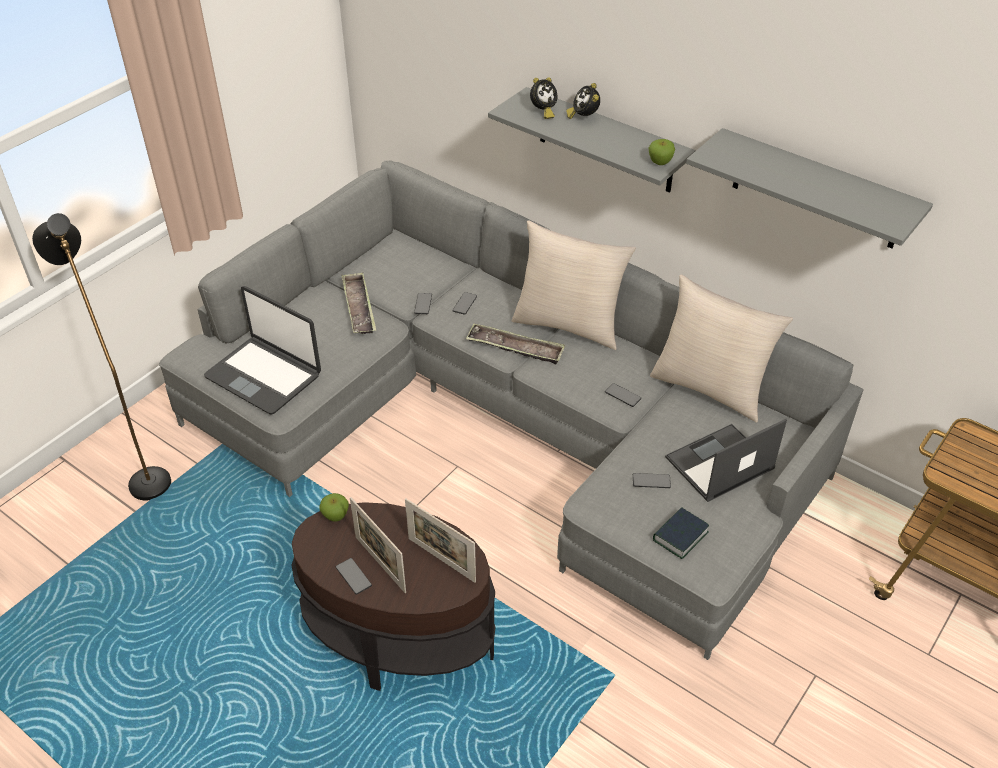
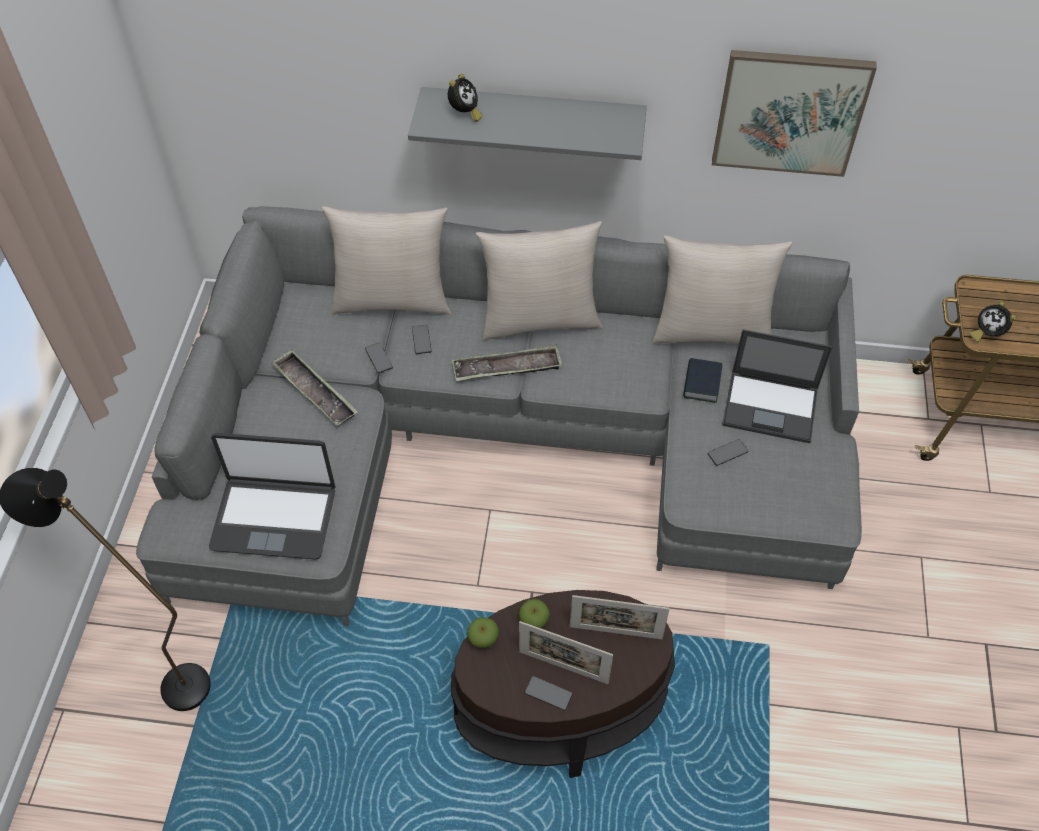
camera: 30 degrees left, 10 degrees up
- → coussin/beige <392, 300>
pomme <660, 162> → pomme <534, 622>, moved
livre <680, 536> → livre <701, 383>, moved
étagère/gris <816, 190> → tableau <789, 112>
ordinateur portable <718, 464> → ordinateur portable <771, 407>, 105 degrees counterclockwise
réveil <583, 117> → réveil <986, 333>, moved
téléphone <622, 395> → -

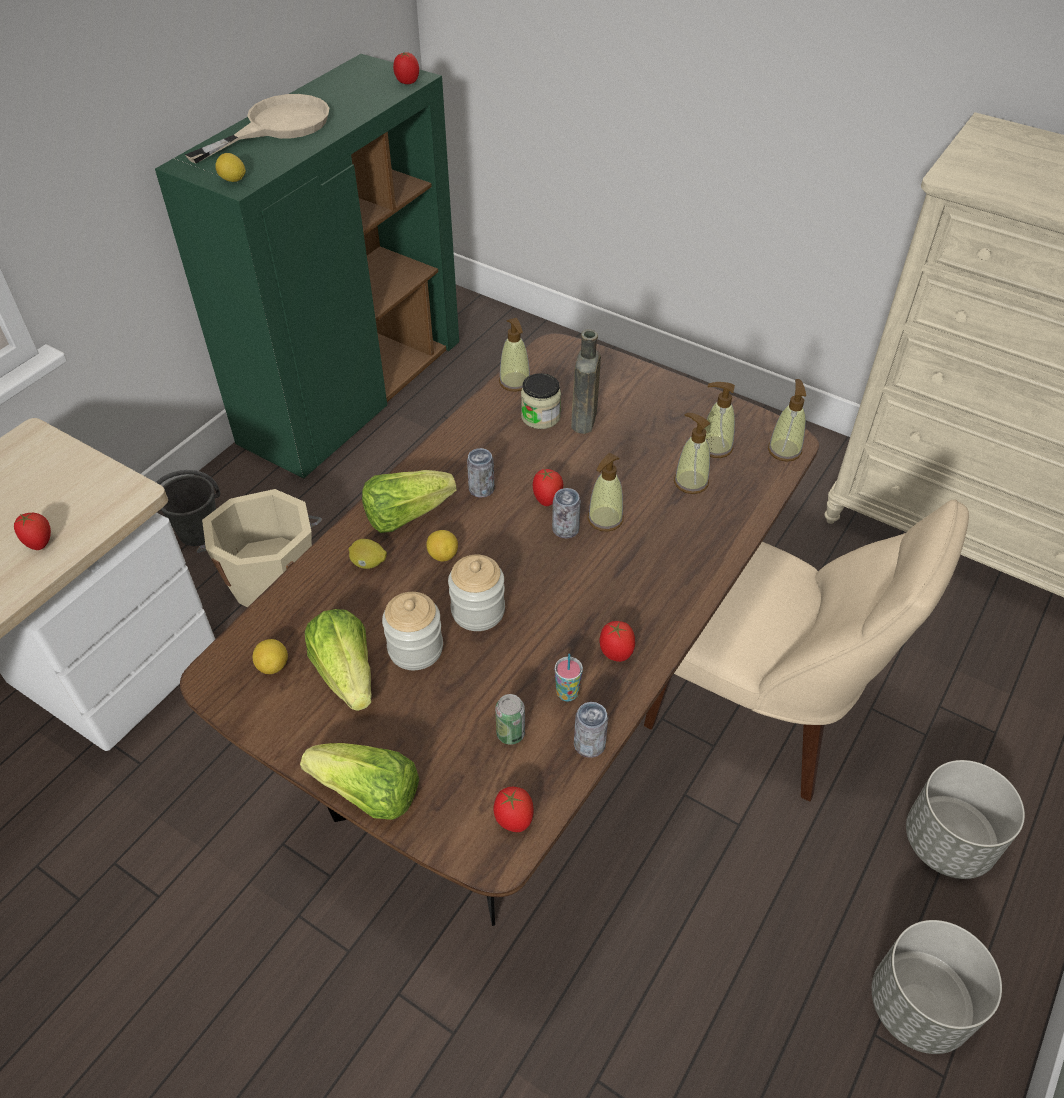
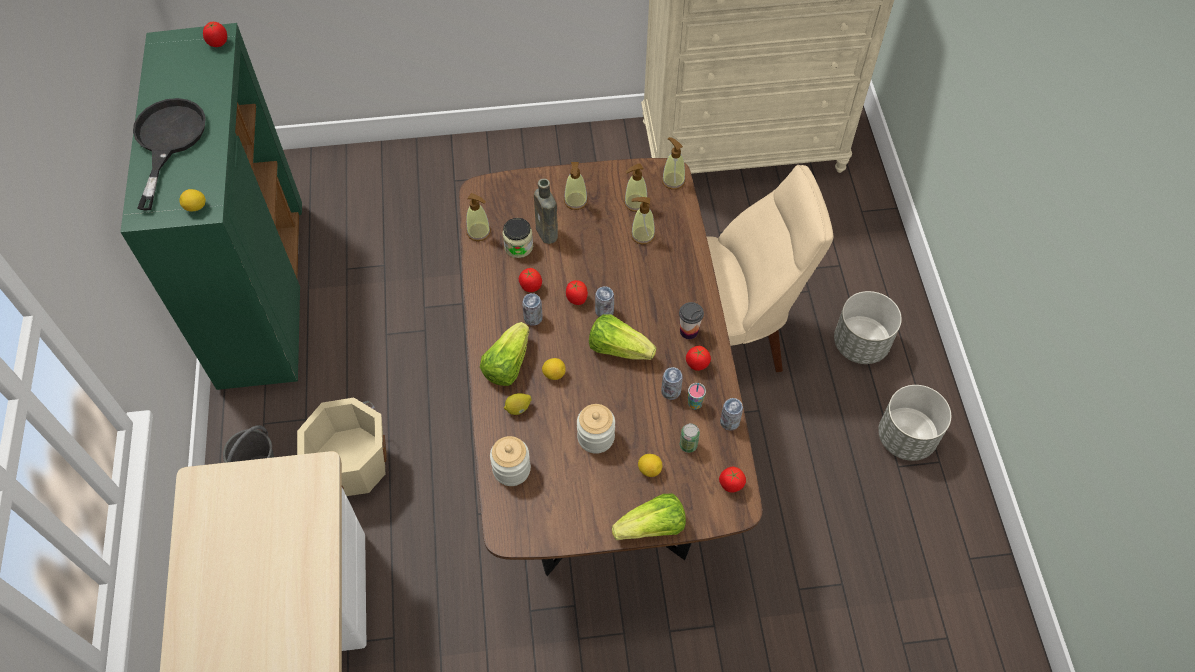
camera: 40 degrees left, 10 degrees up
poêle/beige <276, 126> → poêle/noir <168, 141>
bocal <478, 611> → bocal <511, 469>, moved
tomate <40, 543> → tomate <530, 287>, moved
distributeur de savon <605, 519> → distributeur de savon <575, 201>, moved
laitue <346, 673> → laitue <618, 348>, moved
citron <273, 666> → citron <649, 469>, moved
- → boîte métallique <671, 391>
- → tasse <689, 331>

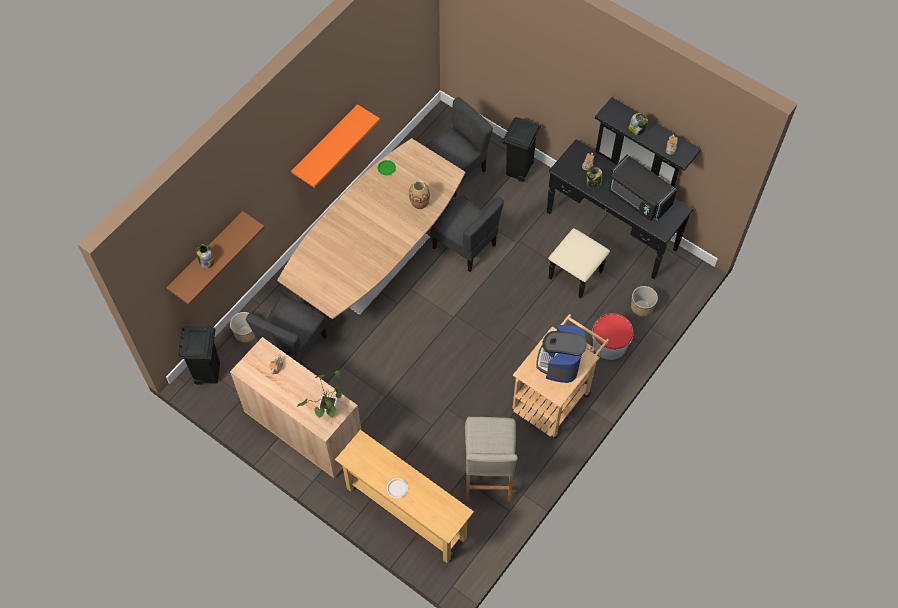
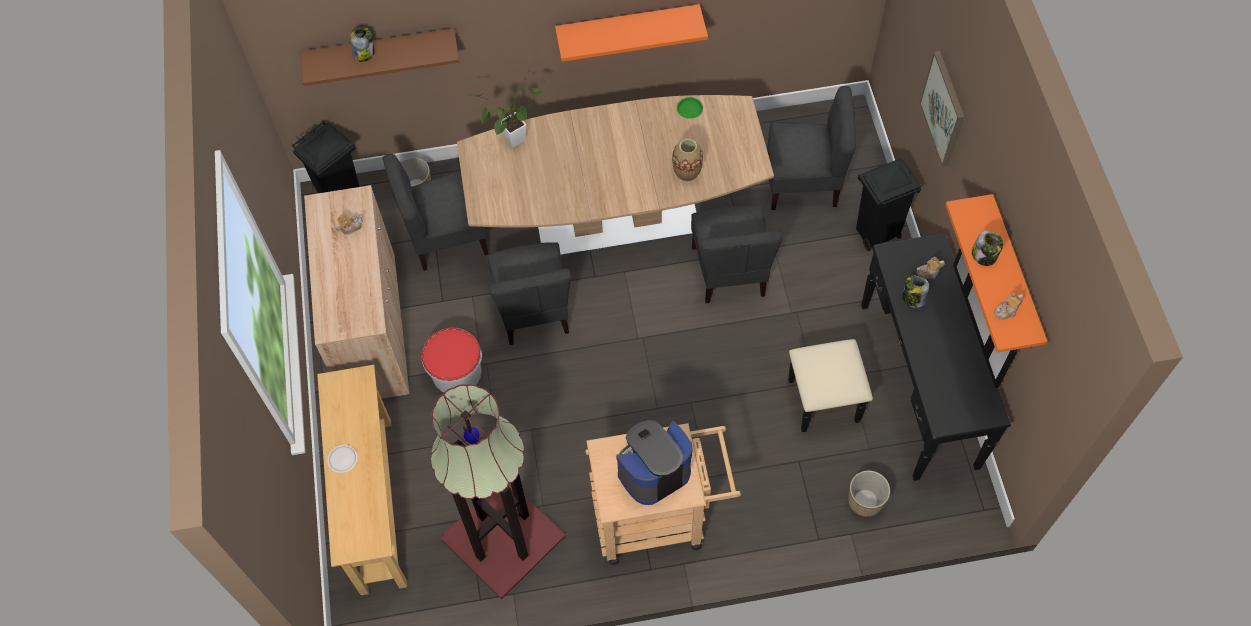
camera: 45 degrees right, 0 degrees up
seau <610, 344> → seau <456, 372>, moved
tabouret/beige <488, 473> → lampadaire <501, 537>
plante en pot <328, 415> → plante en pot <511, 142>, moved
- → chaise/gris <533, 310>
- → tableau <944, 109>
étagère/noir <654, 130> → étagère/orange <1014, 276>
micro-ondes/noir <638, 198> → -

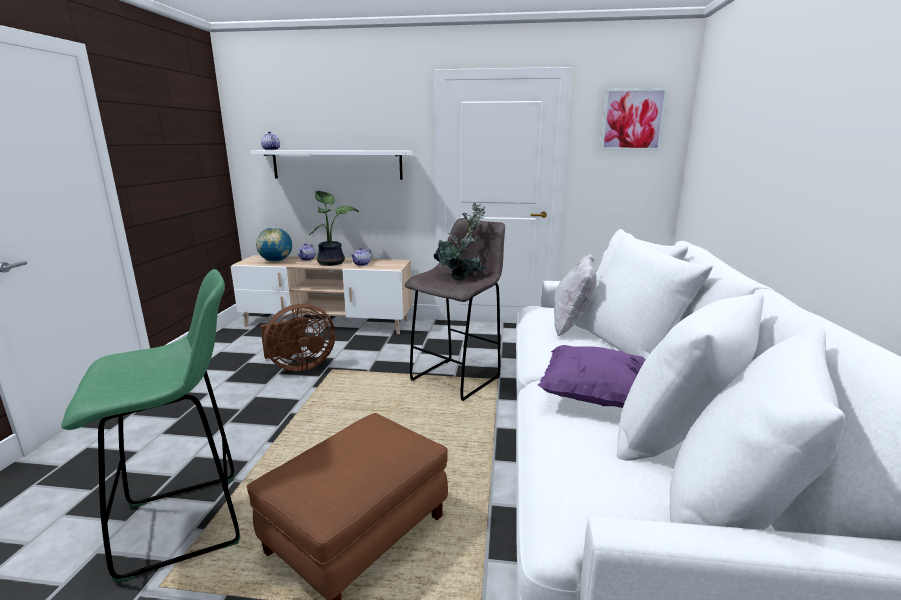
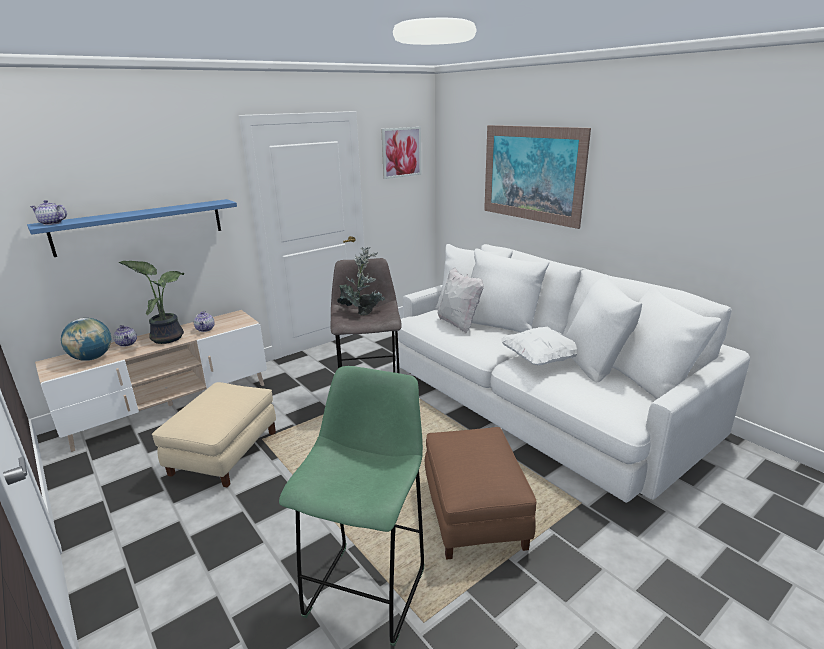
camera: 45 degrees left, 5 degrees up
étagère/blanc <337, 164> → étagère/bleu <140, 226>
ventilateur/marron <299, 366> → pouf/beige <224, 452>
- → tableau <532, 174>
coussin/violet <593, 396> → coussin/blanc <540, 359>

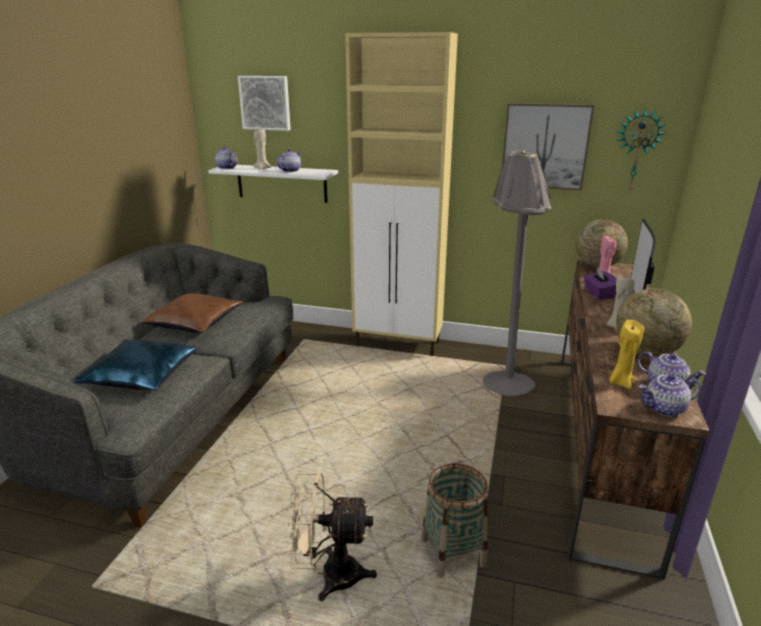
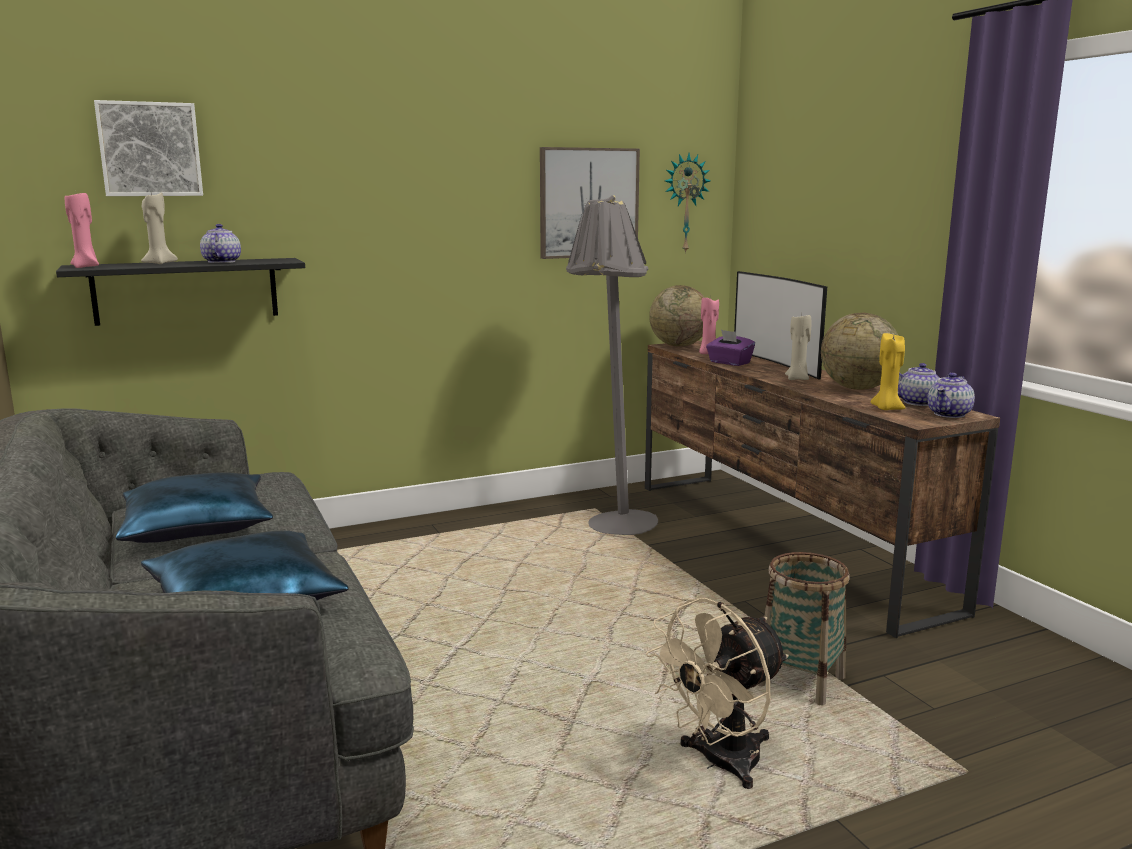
camera: 40 degrees left, 10 degrees down
étagère/blanc <281, 183> → étagère/noir <186, 291>
théière <227, 168> → bougie/rose <86, 267>
coussin/marron <195, 322> → coussin/bleu <197, 525>
meuble de rangement/beige <399, 344> → -

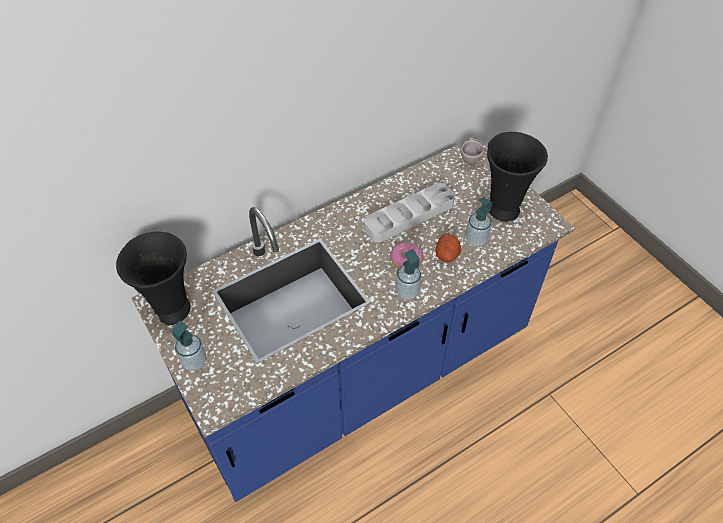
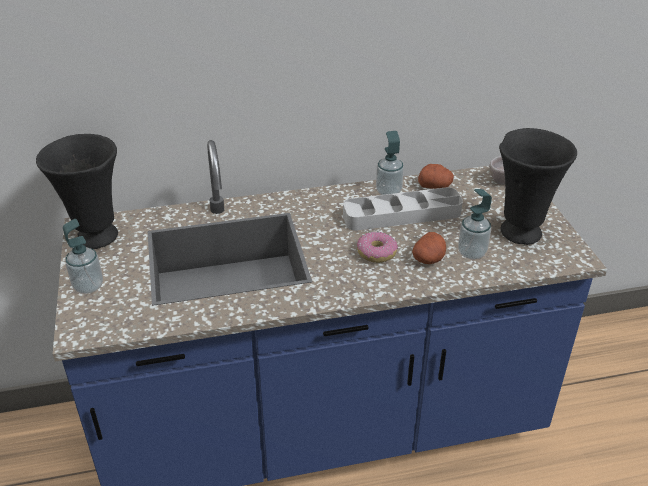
camera: 20 degrees right, 15 degrees down
distributeur de savon <407, 292> → distributeur de savon <388, 192>, moved
- → pomme de terre <435, 186>

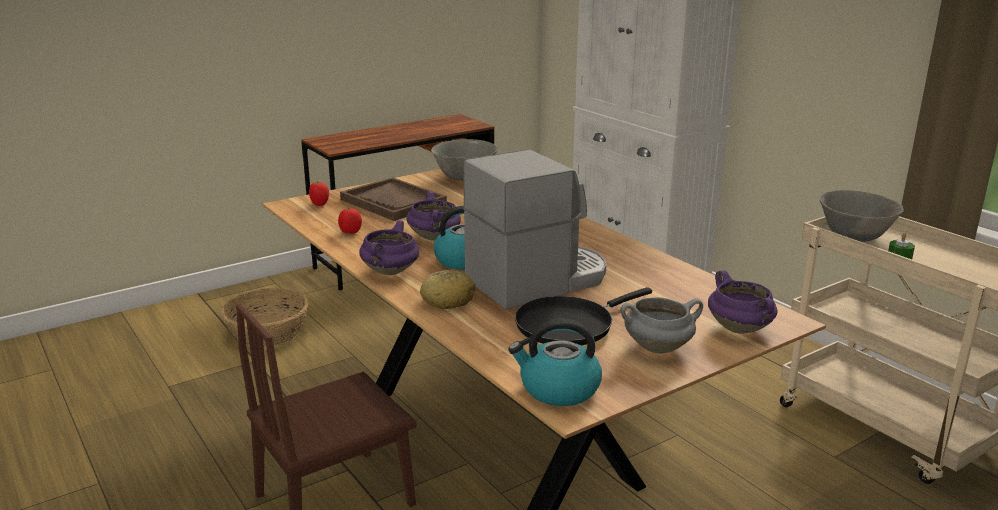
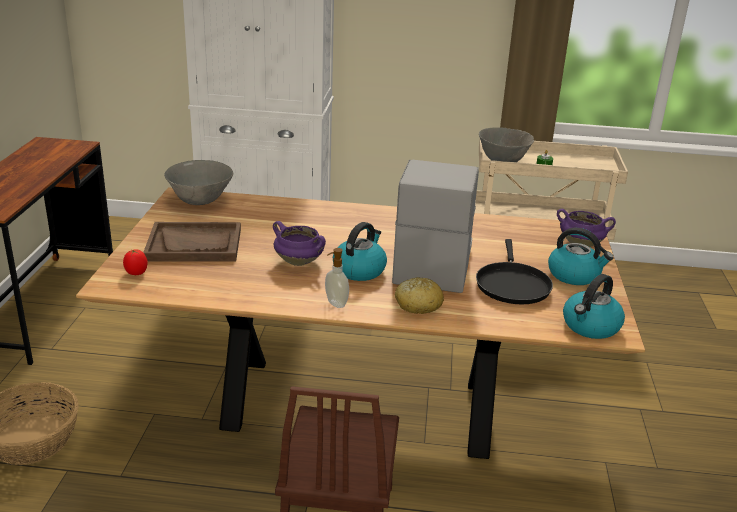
camera: 50 degrees left, 5 degrees up
marmite/violet <390, 272> → distributeur de savon <335, 303>
marmite/gris <658, 347> → bouilloire <574, 275>
tomate <350, 232> → -

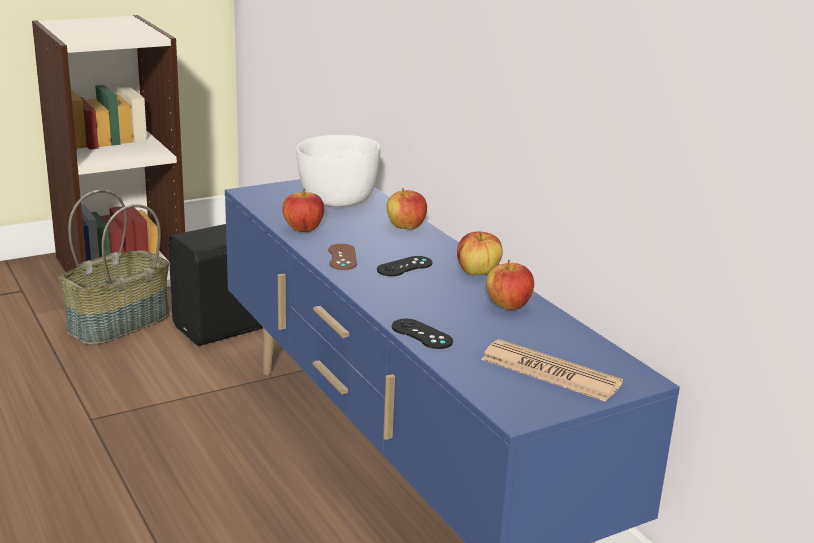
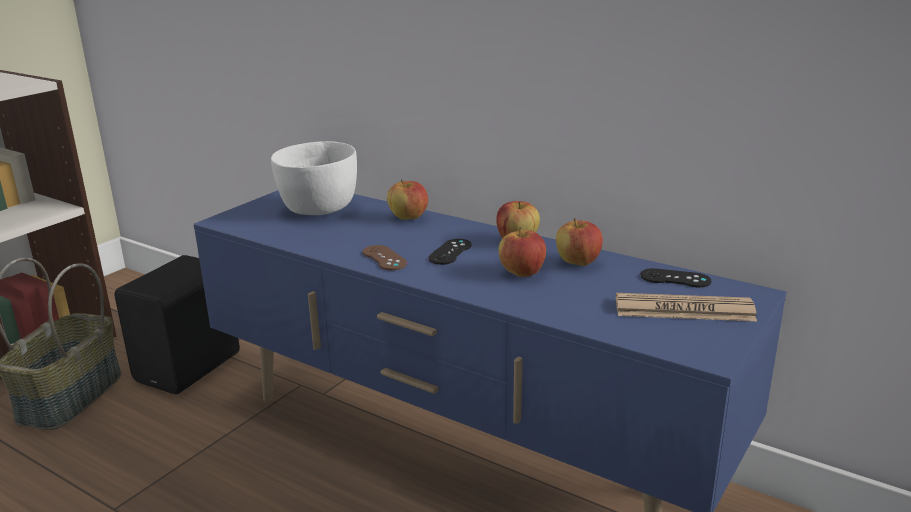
camera: 25 degrees left, 0 degrees up
pomme <303, 229> → pomme <522, 273>, moved
manette/noir <421, 334> → manette/noir <675, 278>, moved

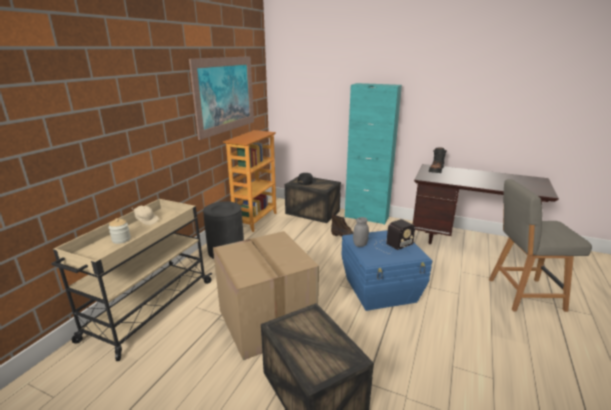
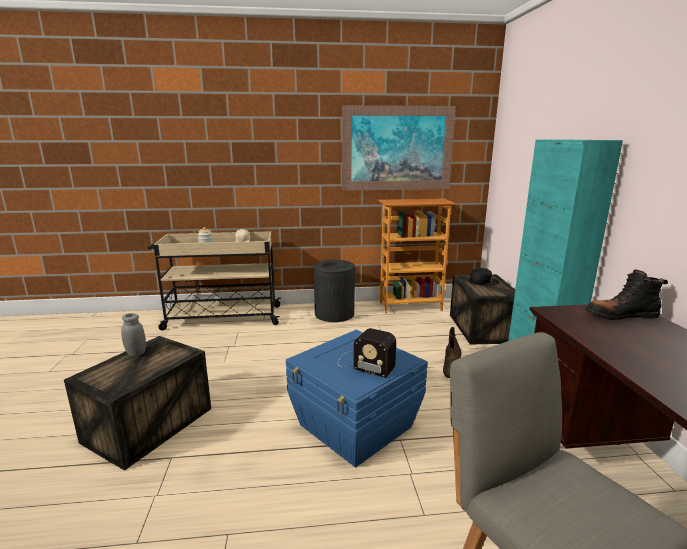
camera: 60 degrees right, 5 degrees down
bocal/gris <360, 244> → bocal/gris <136, 353>, moved
carton <265, 320> → -

